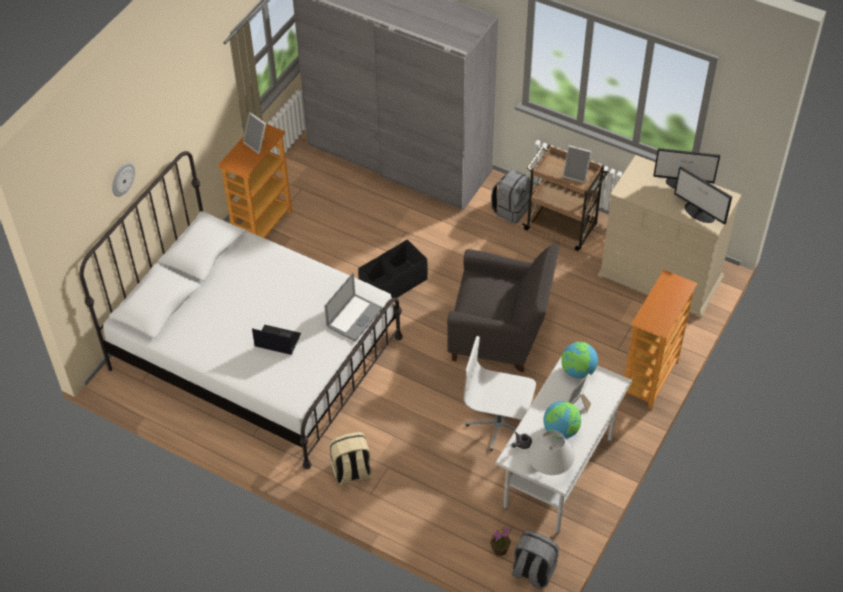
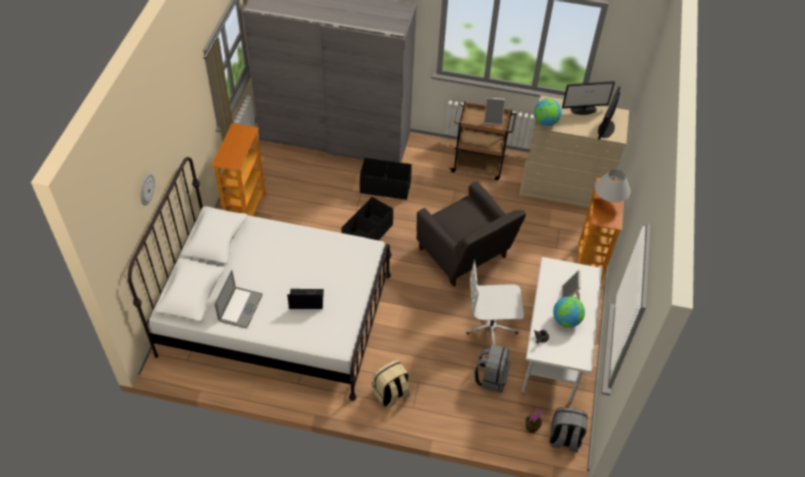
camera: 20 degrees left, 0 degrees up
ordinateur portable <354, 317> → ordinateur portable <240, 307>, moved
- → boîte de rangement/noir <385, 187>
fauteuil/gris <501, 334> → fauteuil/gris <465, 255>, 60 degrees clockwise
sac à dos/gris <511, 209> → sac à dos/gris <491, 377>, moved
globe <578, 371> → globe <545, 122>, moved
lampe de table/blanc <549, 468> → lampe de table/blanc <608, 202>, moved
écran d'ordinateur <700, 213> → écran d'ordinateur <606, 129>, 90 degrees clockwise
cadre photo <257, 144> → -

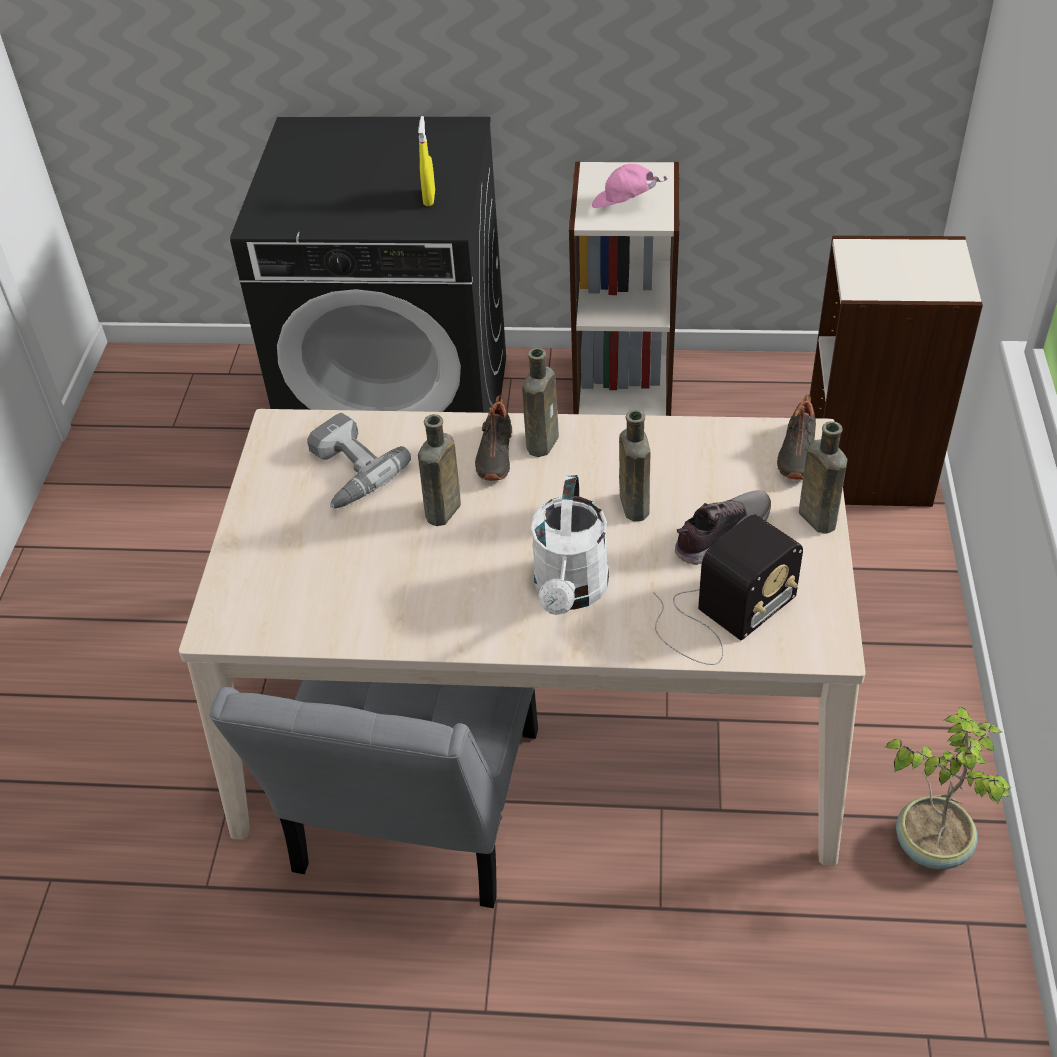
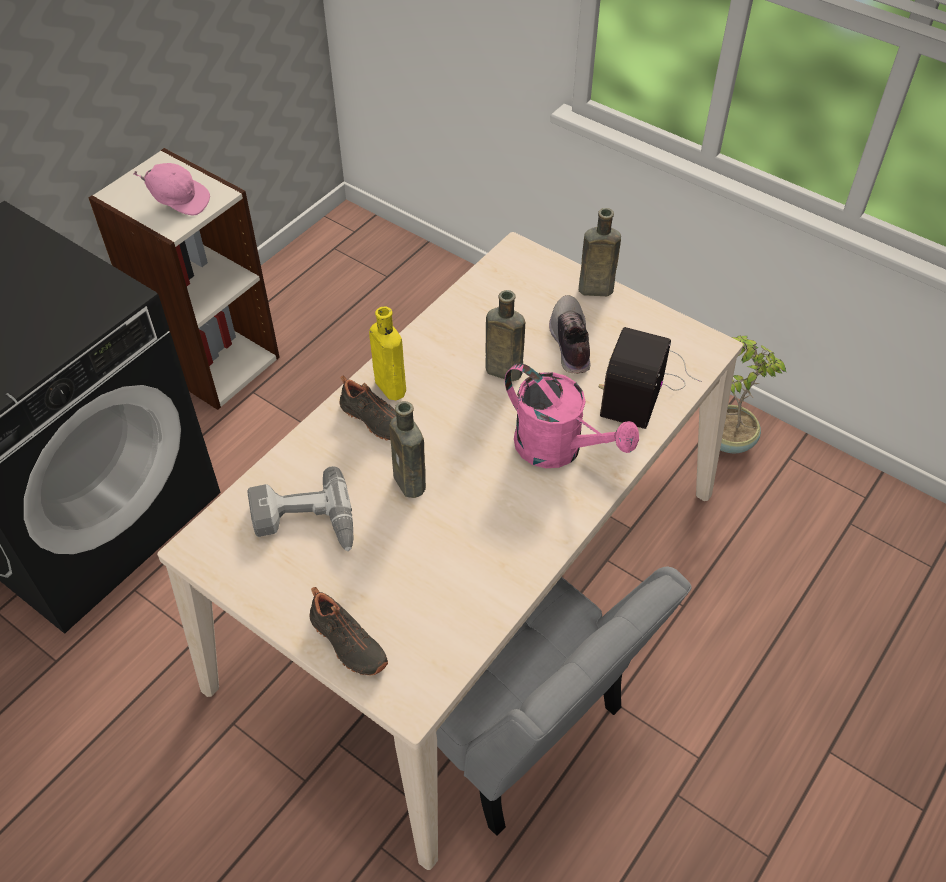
camera: 60 degrees left, 5 degrees up
casquette/rose <624, 205> → casquette/rose <179, 201>, 120 degrees counterclockwise
chaussure/noir <795, 453> → chaussure/noir <346, 643>, moved
bouteille/marron <543, 441> → bouteille/jaune <389, 385>
arrosoir/blanc <570, 592> → arrosoir/rose <559, 449>
radio <720, 615> → radio <643, 382>, 150 degrees counterclockwise
vaporisateur/jaune <429, 198> → -
bibliothèque <868, 469> → -

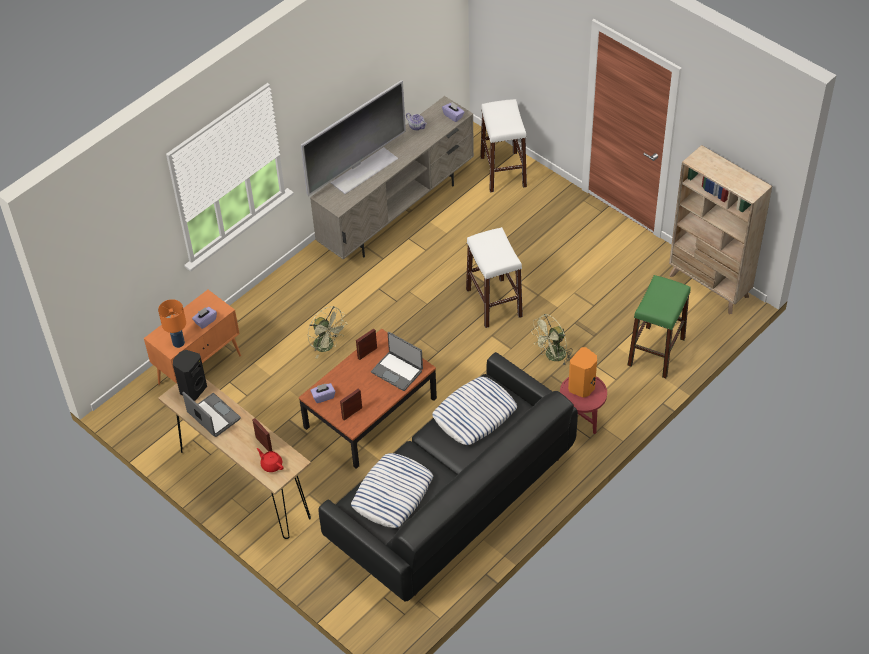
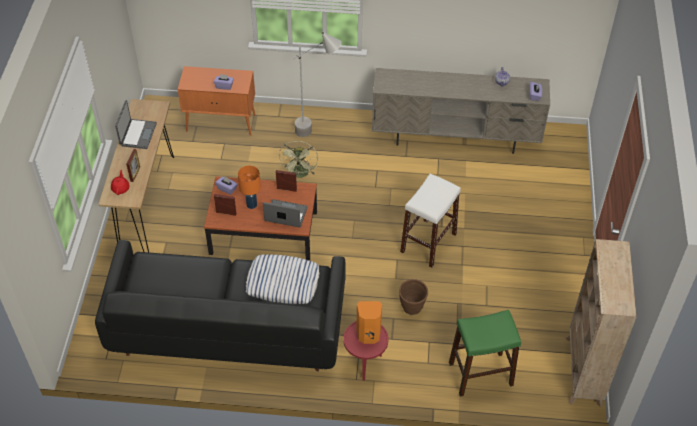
camera: 50 degrees right, 0 degrees up
lampe de table/orange <179, 343> → lampe de table/orange <252, 205>, moved
ordinateur portable <397, 371> → ordinateur portable <285, 215>, 105 degrees clockwise
- → lampadaire/gris <317, 131>
ventilateur/vert <552, 356> → cache-pot/marron <412, 308>
enceinte/noir <192, 389> → -
téléviseur <363, 170> → -
coussin <392, 494> → -
tabouret/blanc <503, 172> → -

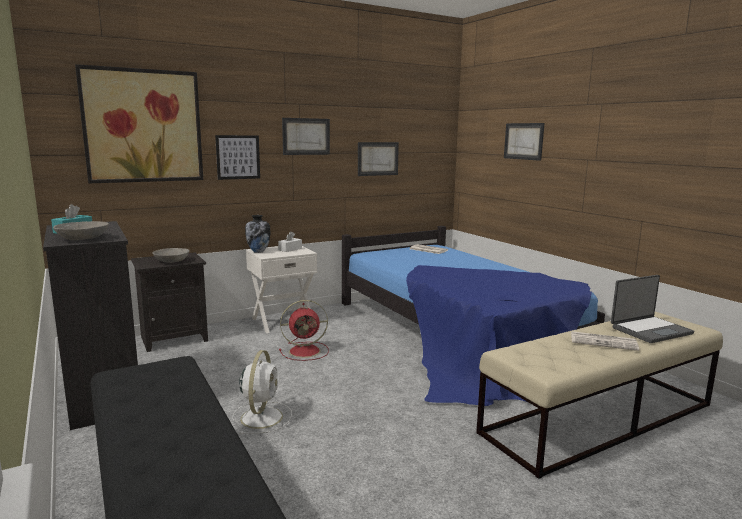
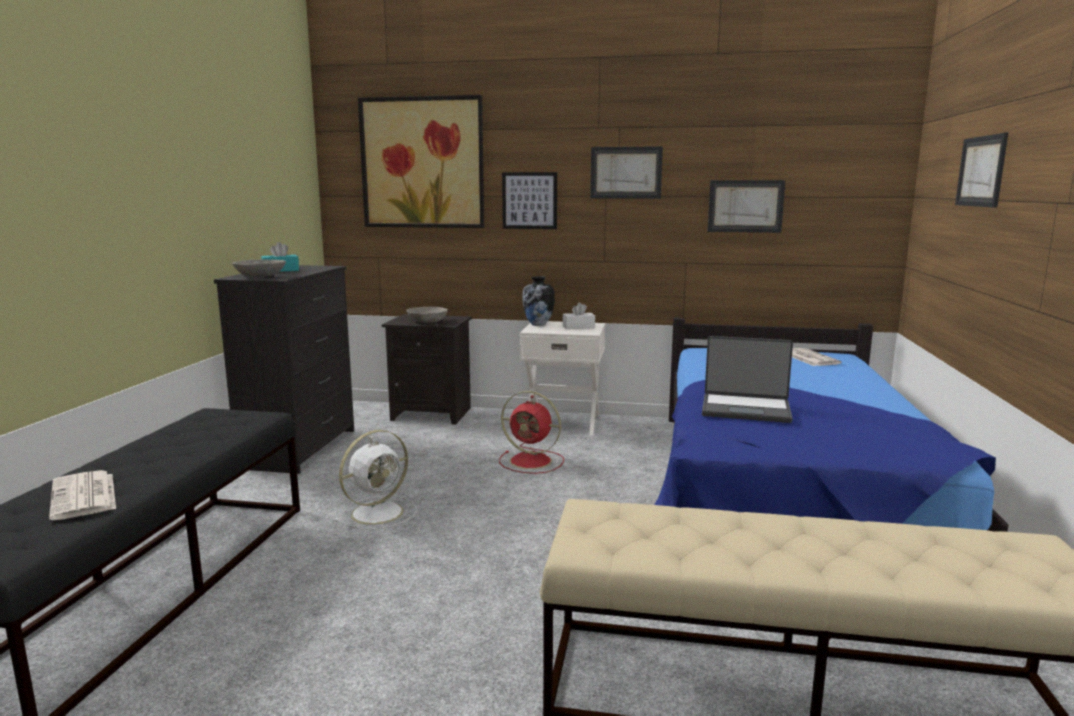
camera: 40 degrees right, 0 degrees up
journal <604, 342> → journal <84, 496>, moved
ordinateur portable <650, 330> → ordinateur portable <746, 409>, moved

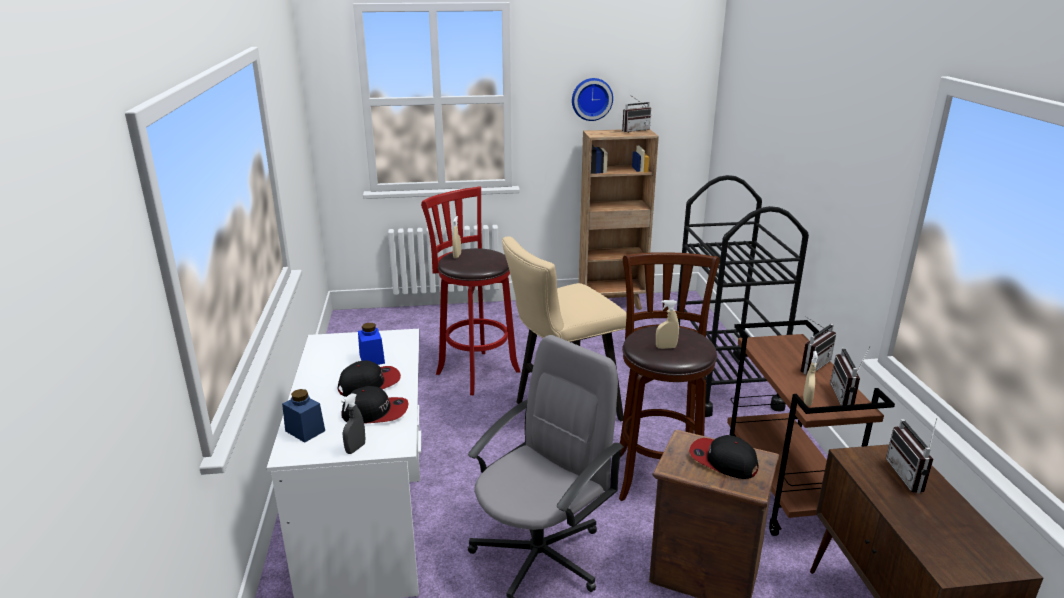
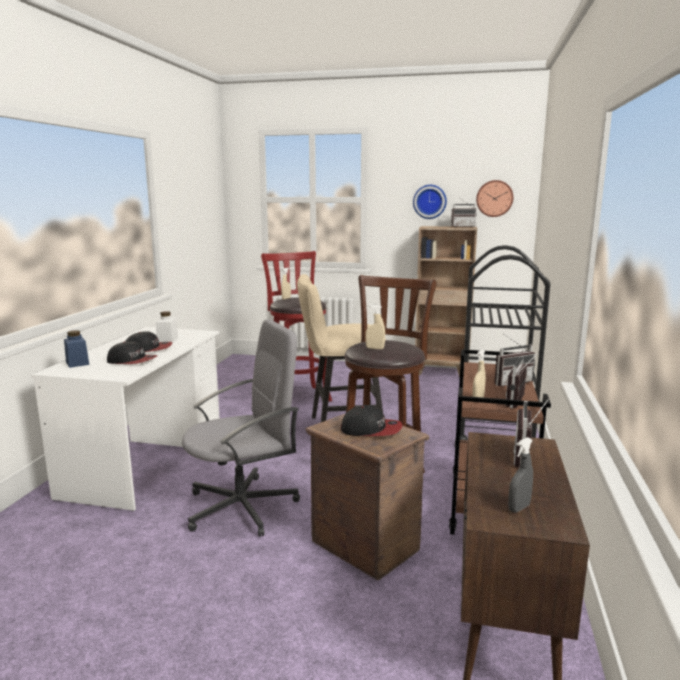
camera: 20 degrees right, 10 degrees down
bocal/bleu <372, 359> → bocal/blanc <167, 340>
casquette <722, 461> → casquette <371, 430>, 135 degrees clockwise
- → horloge murale <494, 198>
vaporisateur/gris <355, 448> → vaporisateur/gris <519, 508>, moved

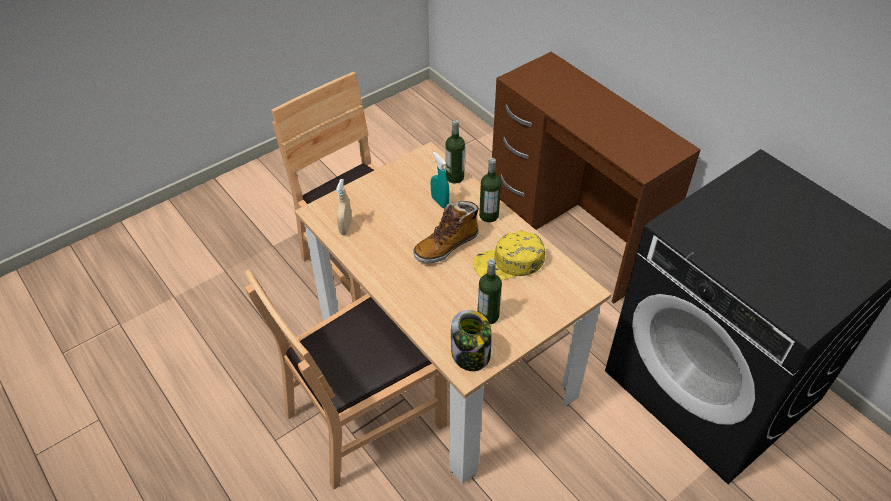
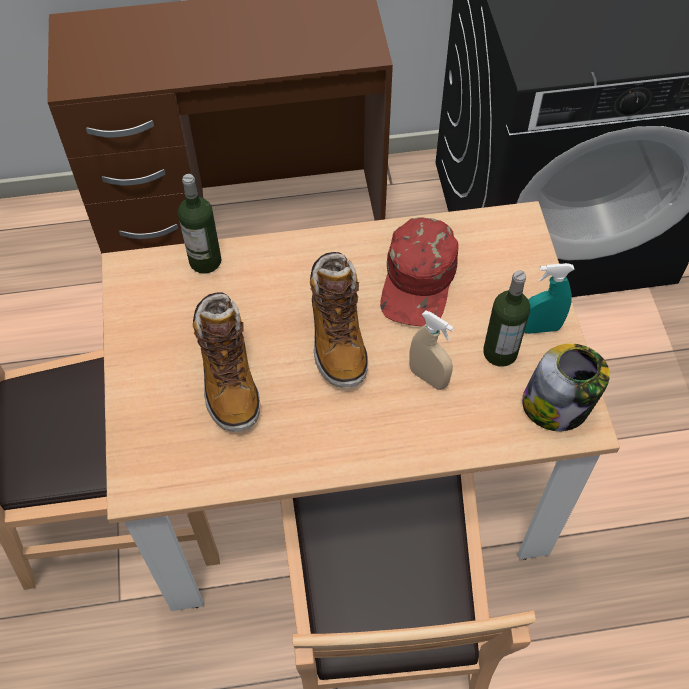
camera: 60 degrees left, 10 degrees up
- → botte <228, 379>
casquette/jaune <509, 263> → casquette/rouge <419, 280>
vaporisateur/beige <345, 227> → vaporisateur/beige <428, 377>, moved
vaporisateur/turquoise <440, 202> → vaporisateur/turquoise <540, 328>, moved
bouteille <489, 215> → -

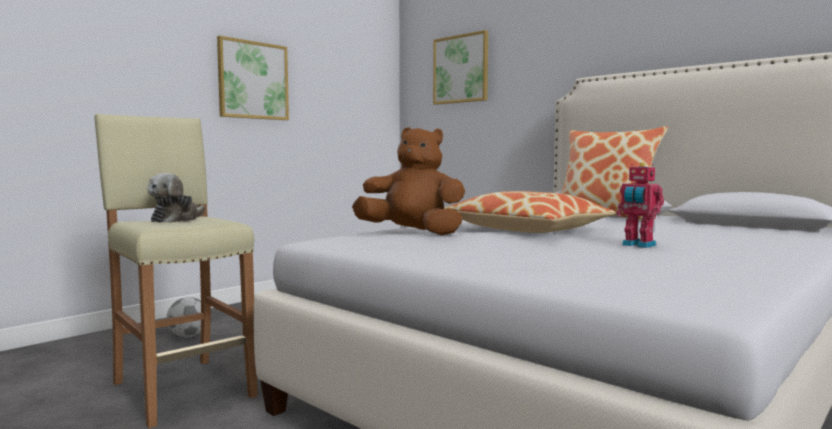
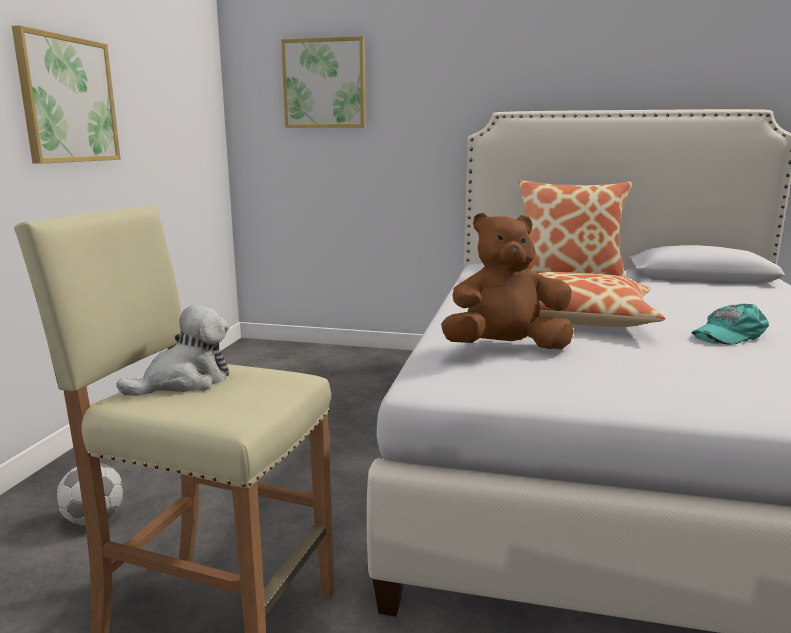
camera: 30 degrees left, 10 degrees up
peluche <177, 219> → peluche <185, 381>, 120 degrees counterclockwise
robot jouet <638, 245> → casquette/turquoise <728, 334>

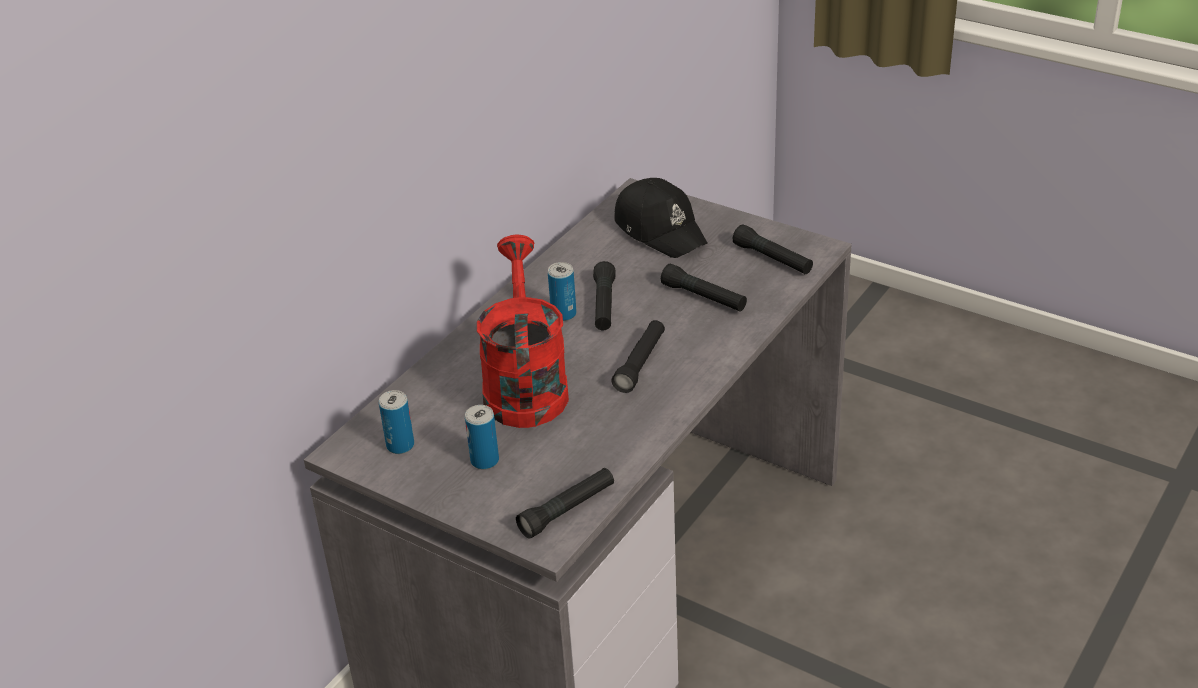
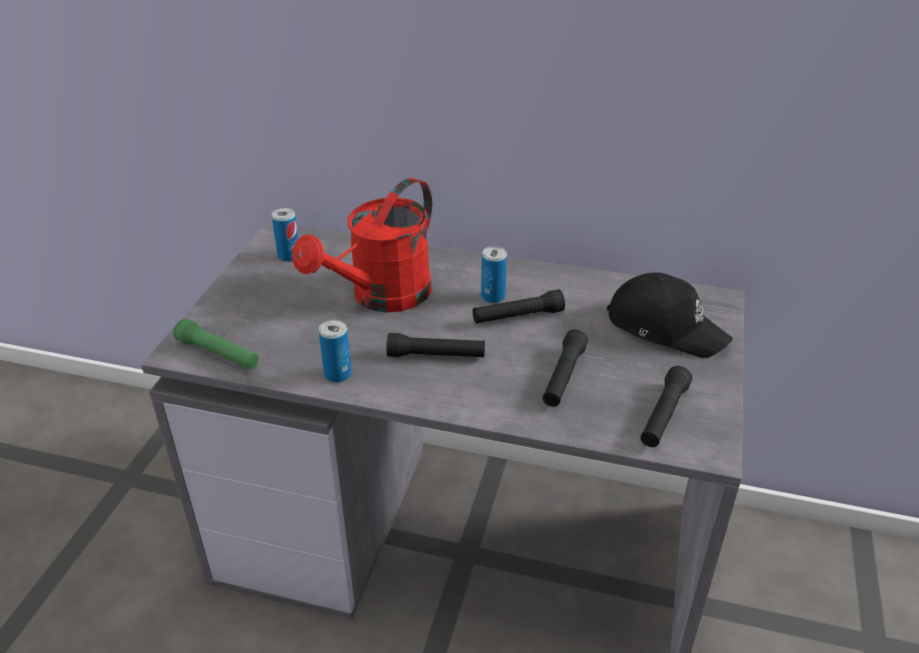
camera: 70 degrees right, 0 degrees up
lampe de poche/noir <567, 510> → lampe de poche/vert <218, 354>
arrosoir/rouge <524, 385> → arrosoir/rouge <381, 297>, 150 degrees clockwise
boîte métallique <484, 460> → boîte métallique <337, 374>, moved
casquette/noir <661, 229> → casquette/noir <665, 327>, 90 degrees counterclockwise

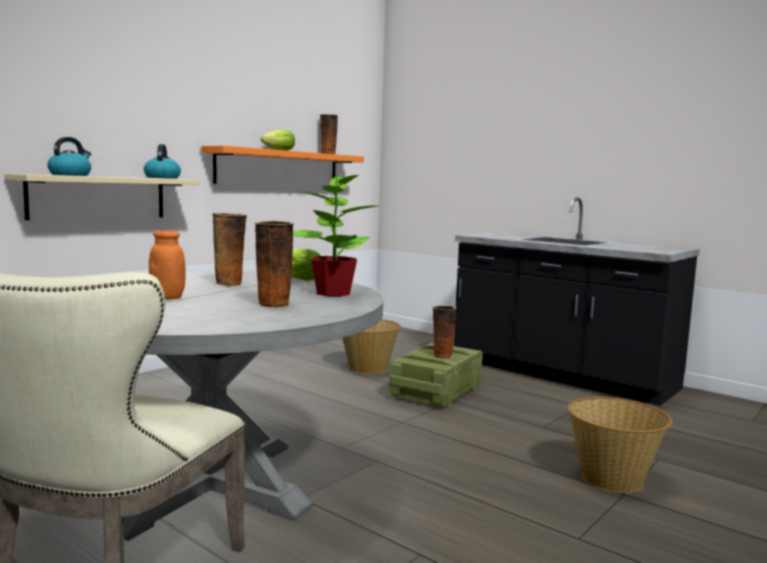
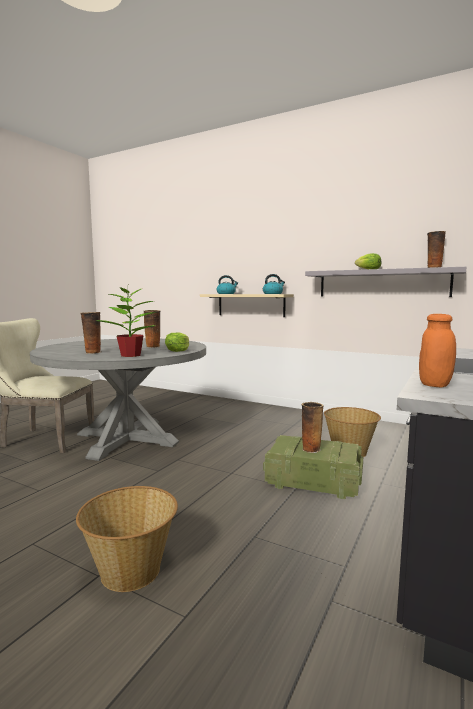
camera: 80 degrees right, 0 degrees up
étagère/orange <279, 168> → étagère/gris <382, 283>
bocal/orange <167, 298> → bocal/orange <434, 385>, moved

